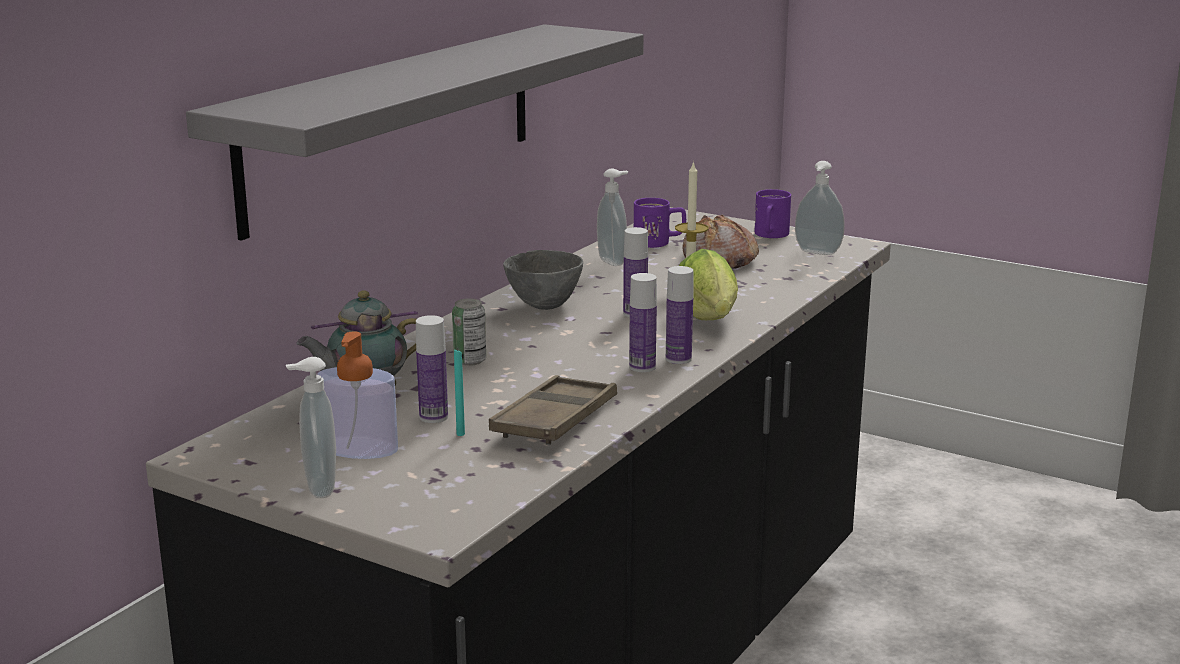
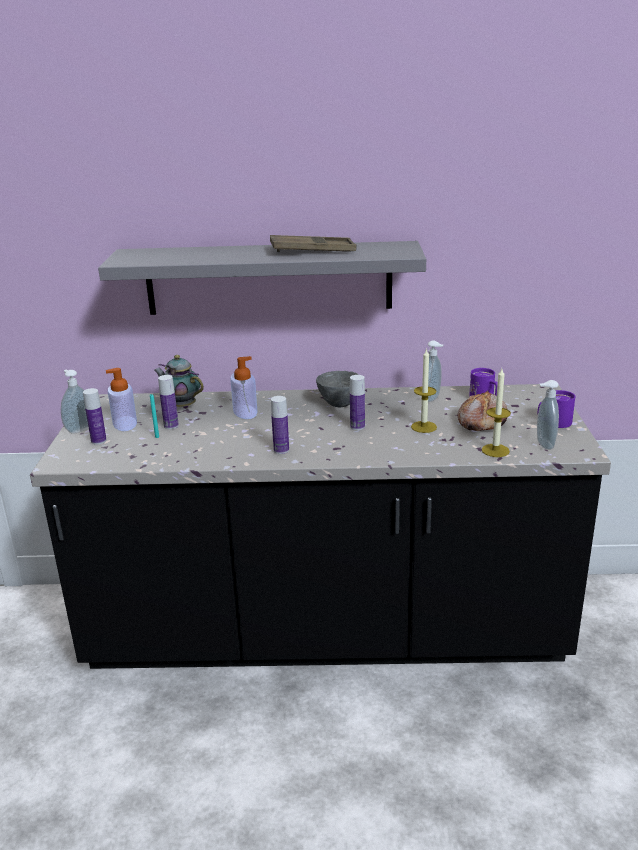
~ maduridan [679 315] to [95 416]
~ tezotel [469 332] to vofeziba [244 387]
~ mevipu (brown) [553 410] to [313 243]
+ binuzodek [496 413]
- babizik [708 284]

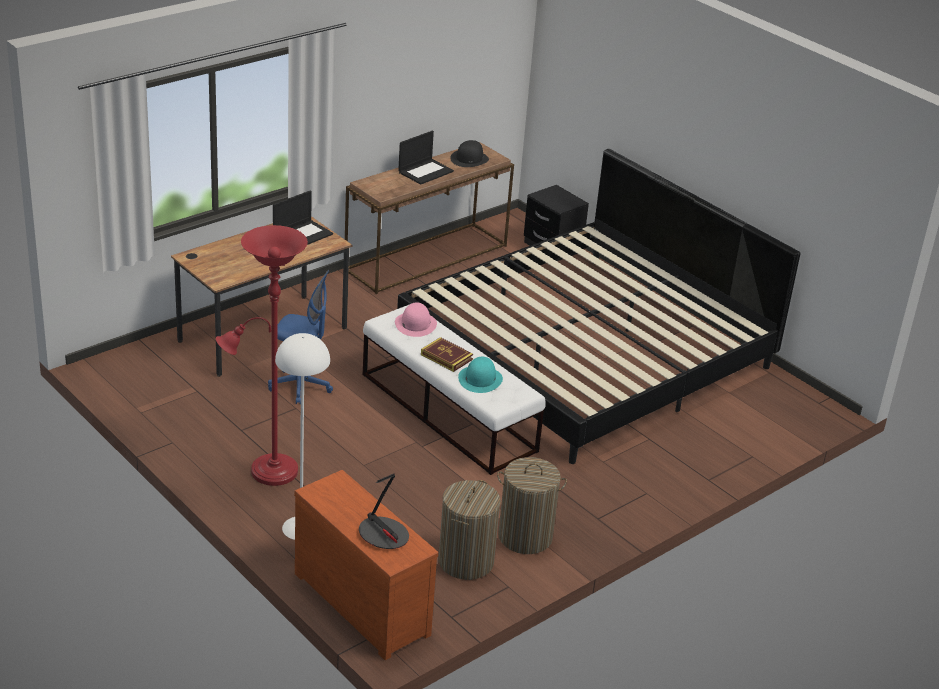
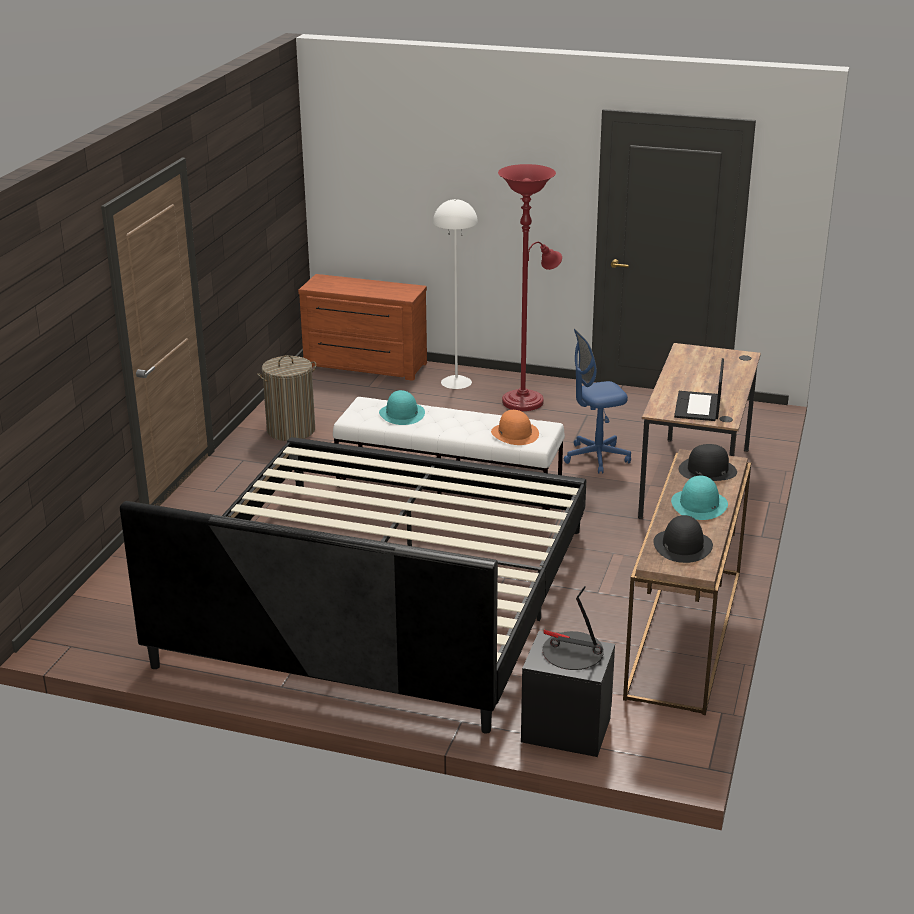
~ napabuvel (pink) [416 319] to napabuvel (orange) [515 427]
~ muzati [384 511] to [573 628]
~ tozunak [426 157] to napabuvel (turquoise) [699 497]
+ napabuvel (black) [708 462]
- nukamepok [447 354]
- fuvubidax [470 530]

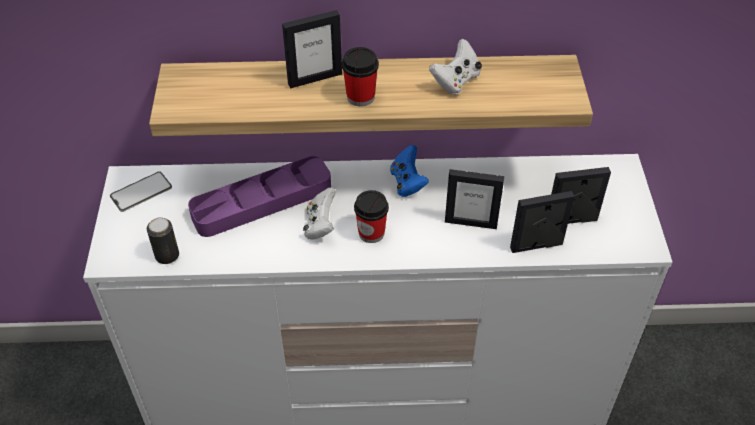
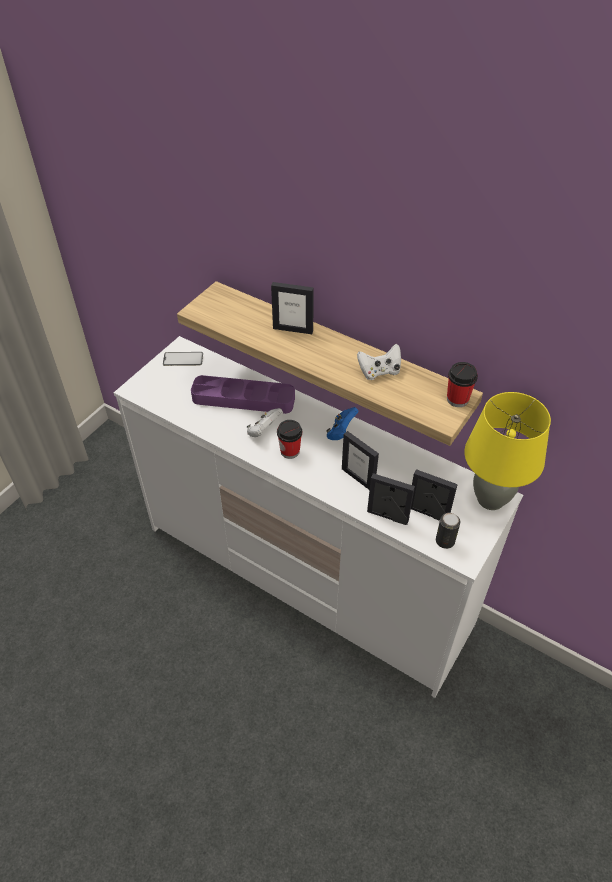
~ tezotel [163 240] to [448 531]
~ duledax [360 77] to [462 384]
+ muzati (yellow) [507 451]

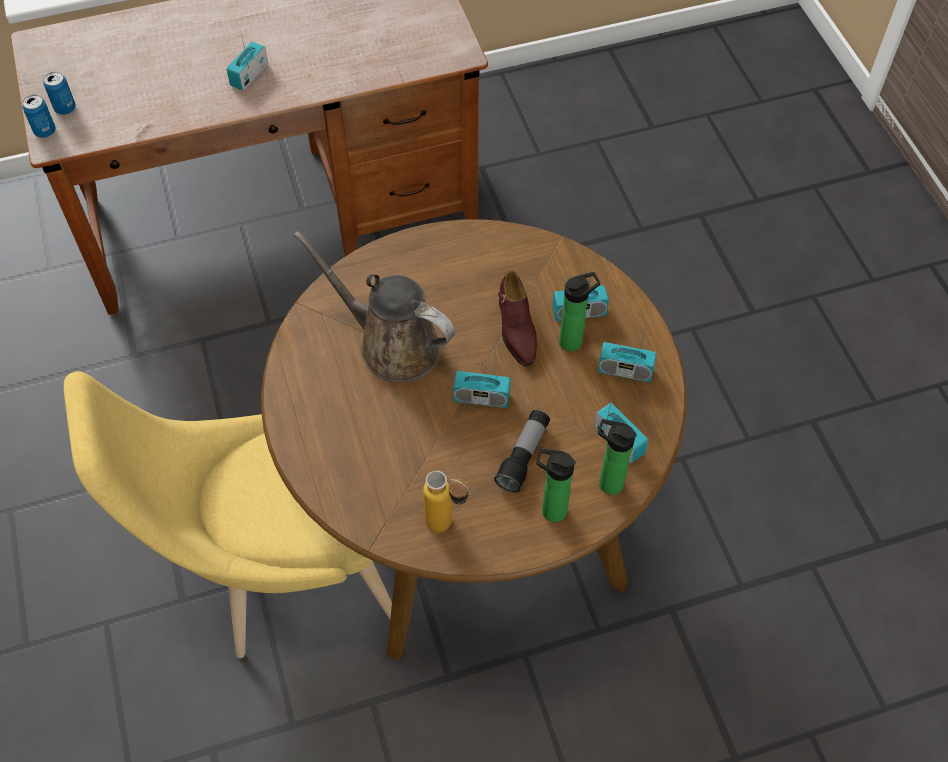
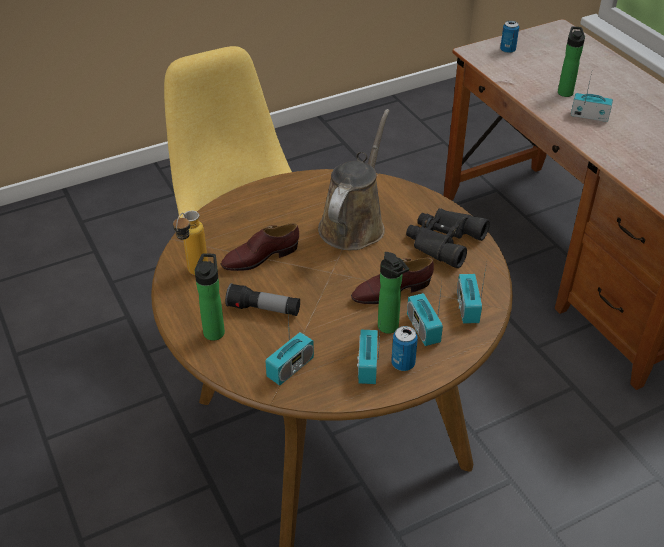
+ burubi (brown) [260 247]
~ tezotel [39 116] to [404 348]
+ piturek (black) [448 238]
~ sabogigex [482 383] to [472 293]
~ maduridan [617 457] to [571 62]

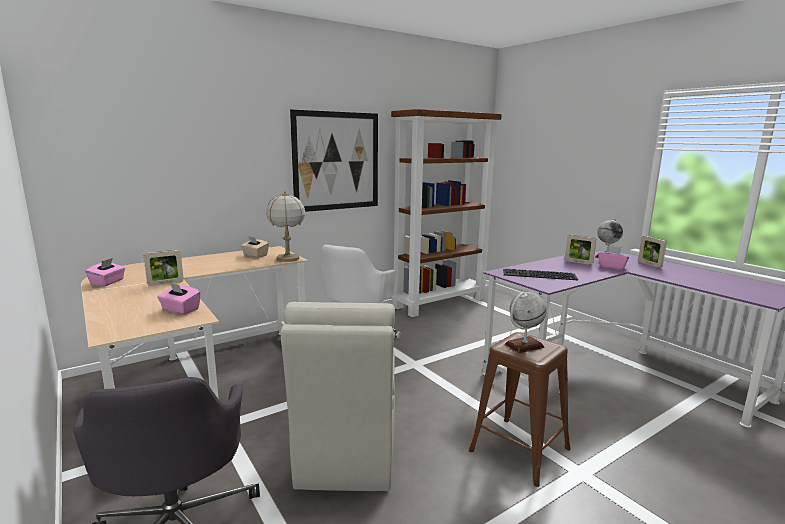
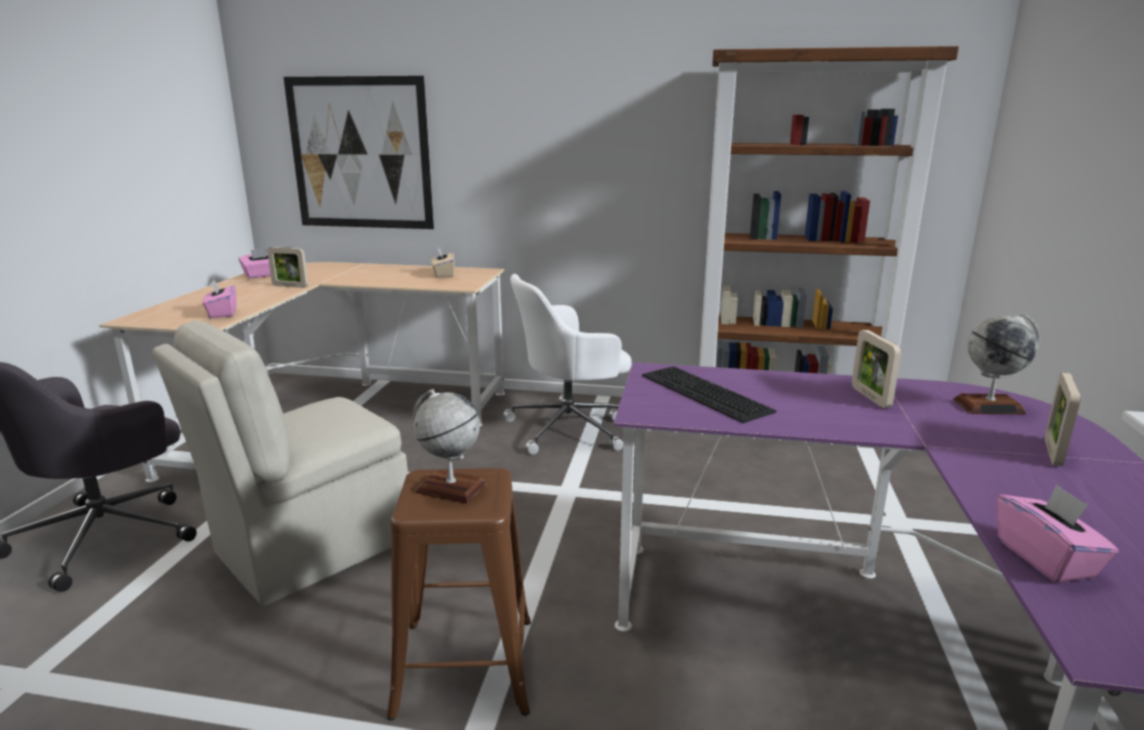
~ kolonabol [334 161] to [359 152]
~ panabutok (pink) [613 258] to [1057 534]
- muzati [285 226]

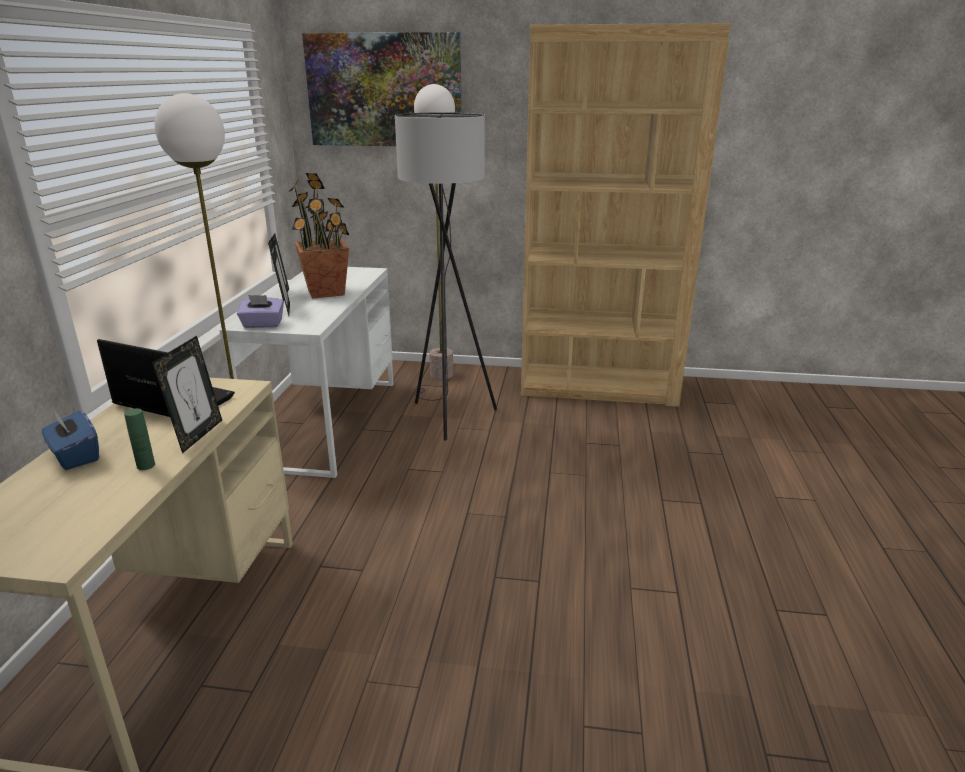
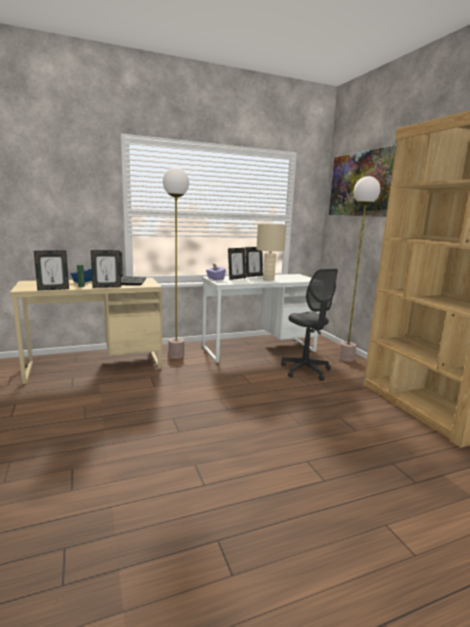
+ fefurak [51 270]
~ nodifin [319 236] to muzati (beige) [271 252]
~ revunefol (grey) [446 276] to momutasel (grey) [309 325]

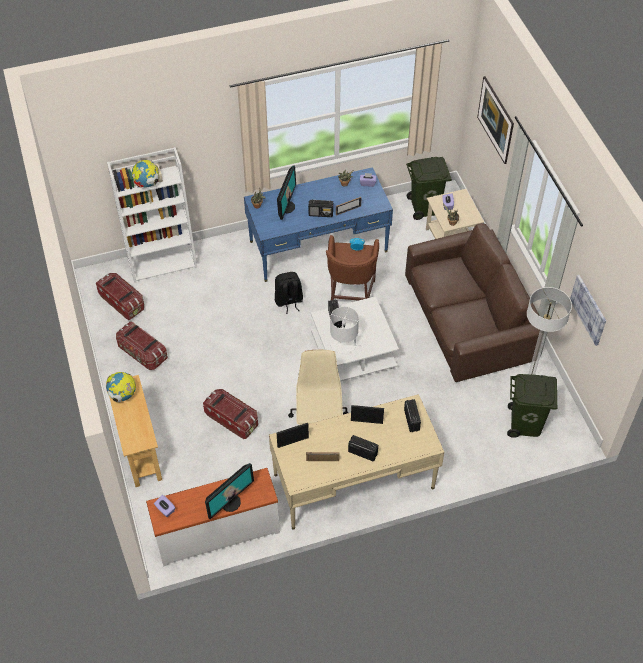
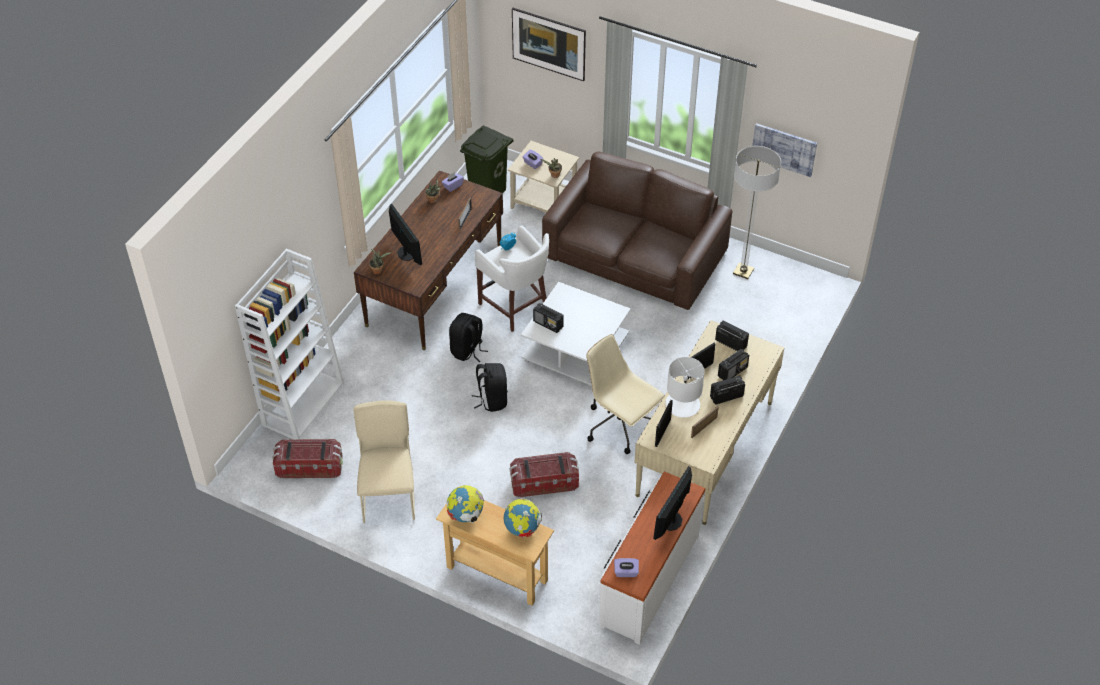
~ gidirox [142 345] to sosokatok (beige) [384 461]
~ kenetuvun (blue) [318 224] to kenetuvun (brown) [428 260]
+ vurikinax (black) [490 387]
~ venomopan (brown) [352 268] to venomopan (white) [512 278]
~ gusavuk [145 173] to [523 518]
~ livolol [229 491] = [672 503] 150 degrees counterclockwise
~ muzati (white) [345 329] to [685 387]
~ sabogigex [320 208] to [733 364]
- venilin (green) [532 406]

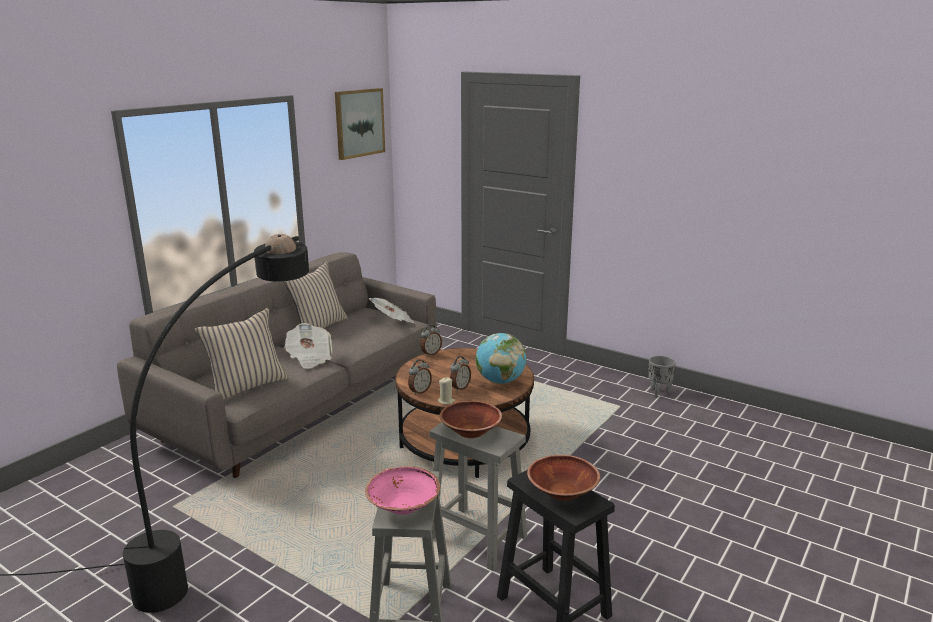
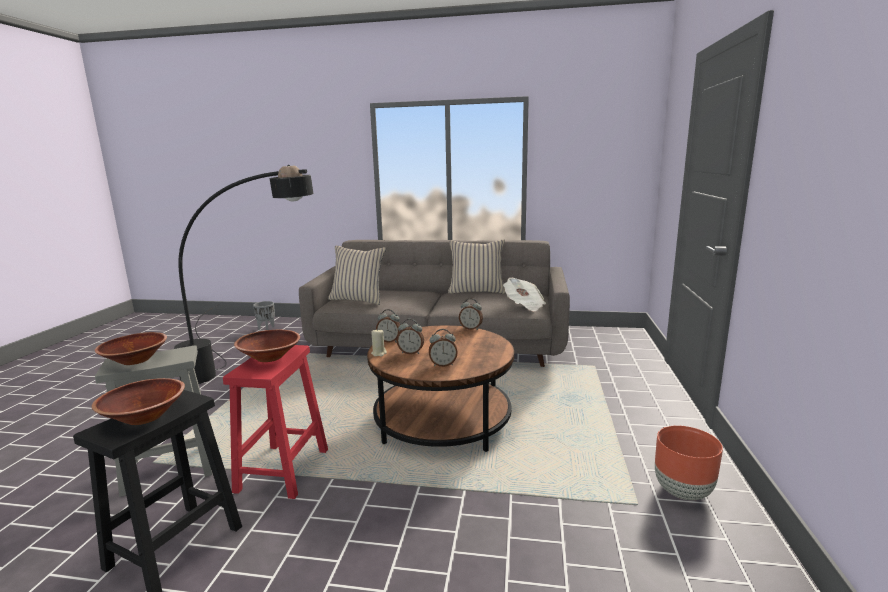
~ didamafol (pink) [402 490] to didamafol (brown) [131 348]
~ venomopan (grey) [478 496] to venomopan (red) [275 422]
~ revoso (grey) [662 376] to [264 315]
~ gusavuk [501 358] to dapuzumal [443 348]
+ revoso (brown) [689 463]
- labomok [308 346]
- kolonabol [360 124]

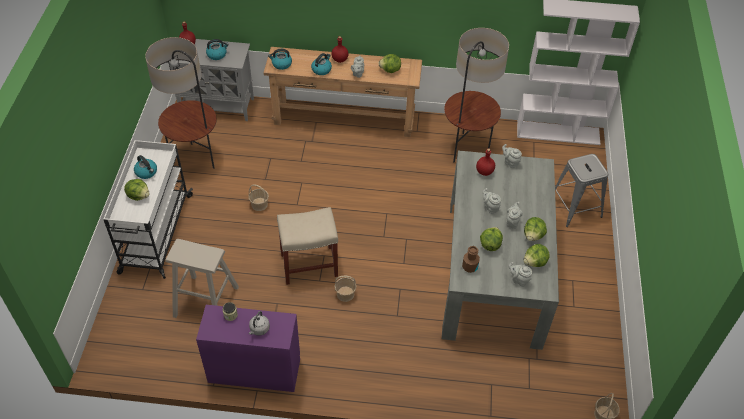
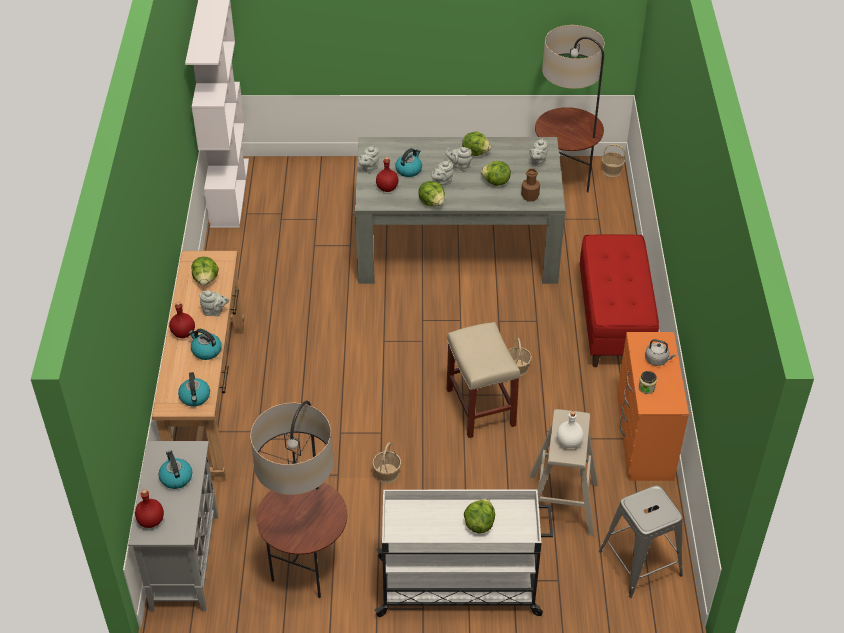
~ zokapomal [145 167] to [408 162]
~ babizik [537 255] to [431 194]
~ revunefol [476 95] to [570 108]
+ maduridan (white) [570 429]
+ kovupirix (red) [619 300]
~ venomopan (grey) [581 190] to [641 541]
~ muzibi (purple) [248 348] to muzibi (orange) [653 406]

